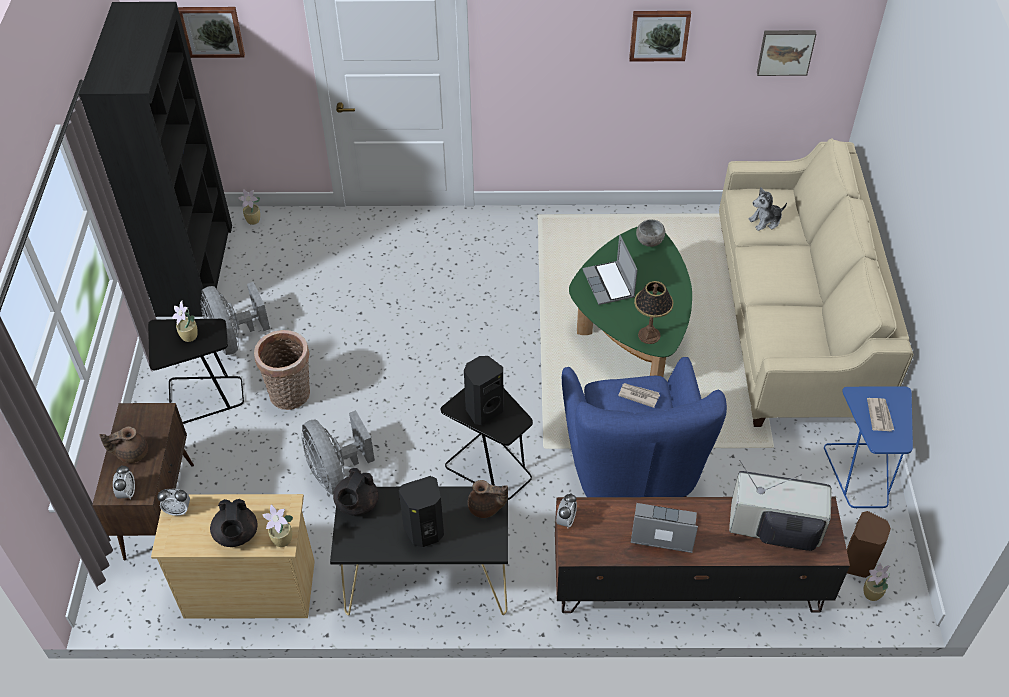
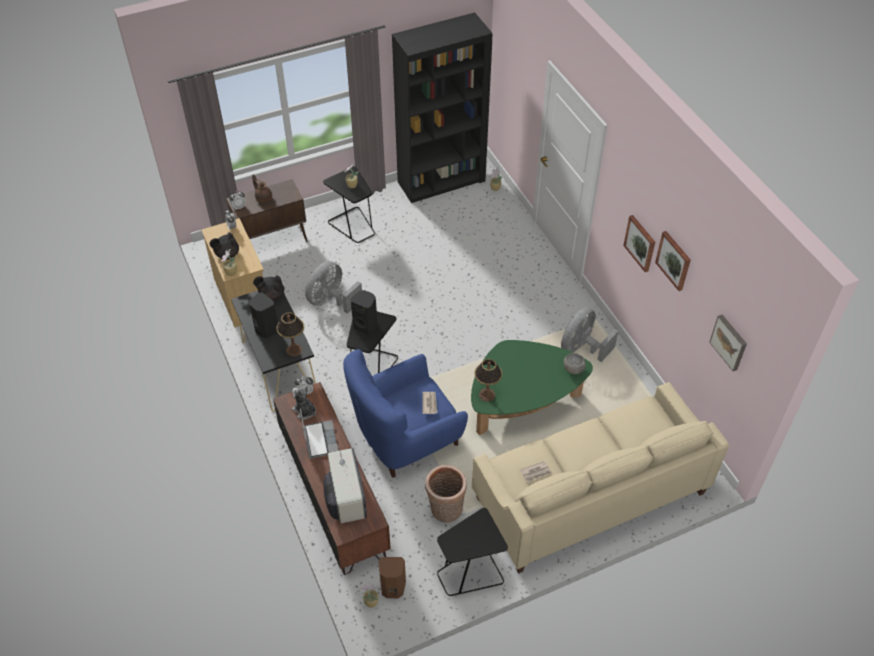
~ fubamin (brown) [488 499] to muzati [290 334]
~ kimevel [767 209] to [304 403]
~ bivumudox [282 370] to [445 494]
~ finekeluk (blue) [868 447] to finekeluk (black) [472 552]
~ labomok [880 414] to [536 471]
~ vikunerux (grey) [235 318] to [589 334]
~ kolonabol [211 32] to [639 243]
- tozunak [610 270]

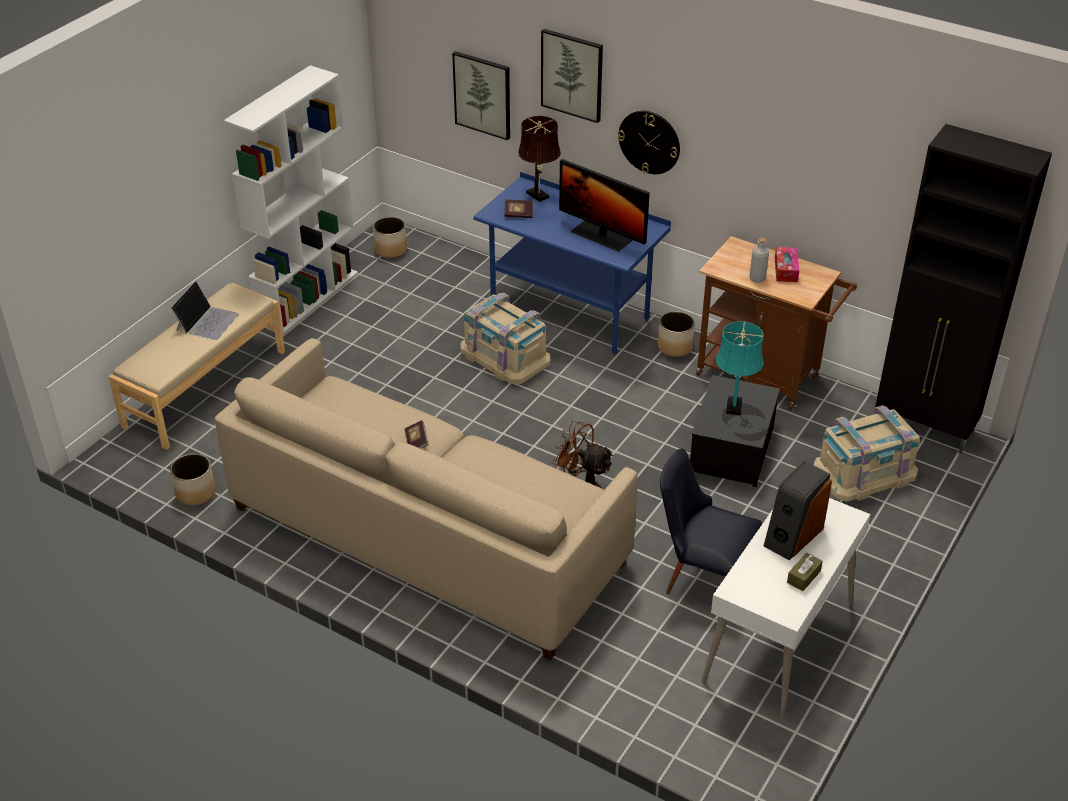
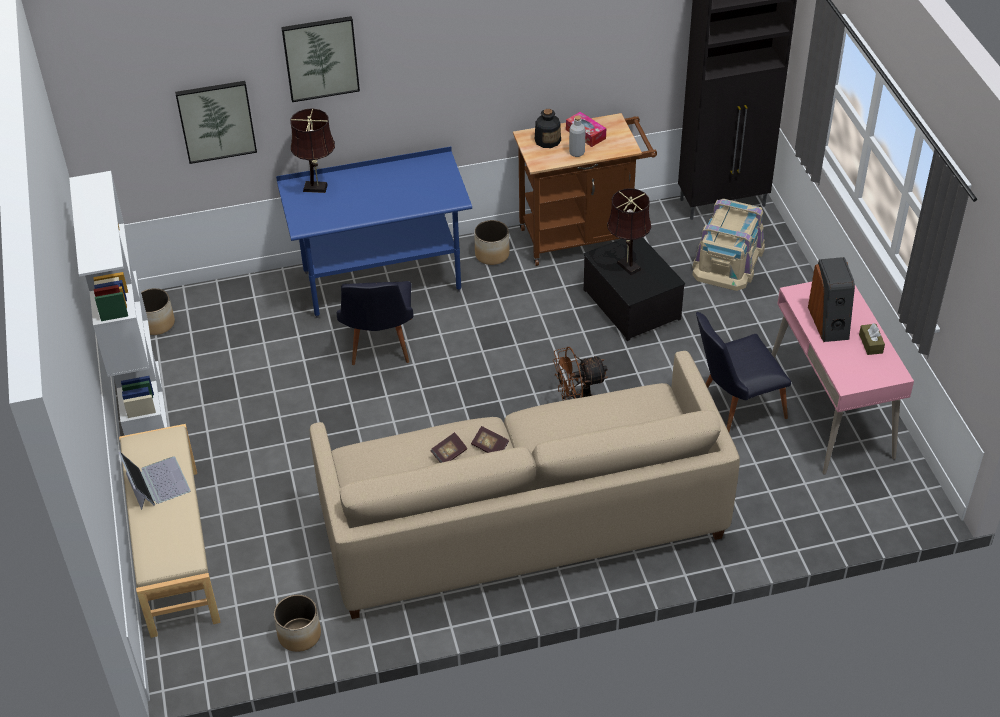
~ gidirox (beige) [505 338] to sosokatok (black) [375 323]
~ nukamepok [518 208] to [448 447]
+ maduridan [548 128]
~ muzati (turquoise) [740 368] to muzati (brown) [629 231]
~ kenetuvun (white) [786 609] to kenetuvun (pink) [843 378]
- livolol [604 205]
- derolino [649 142]

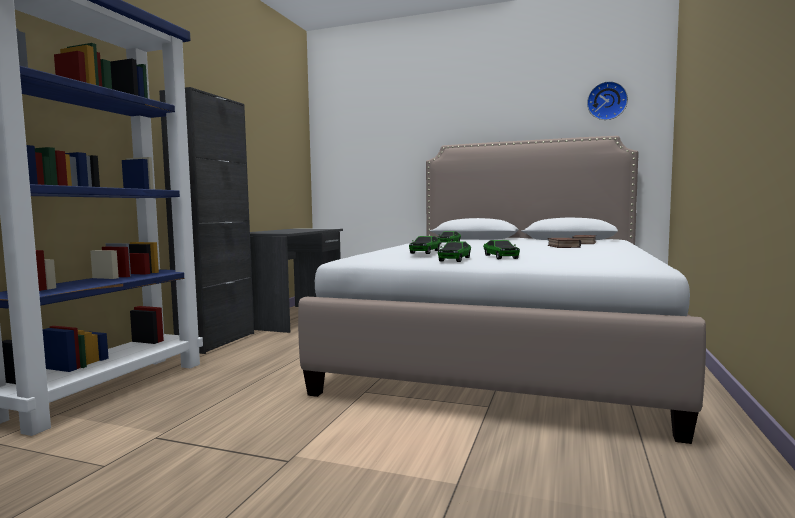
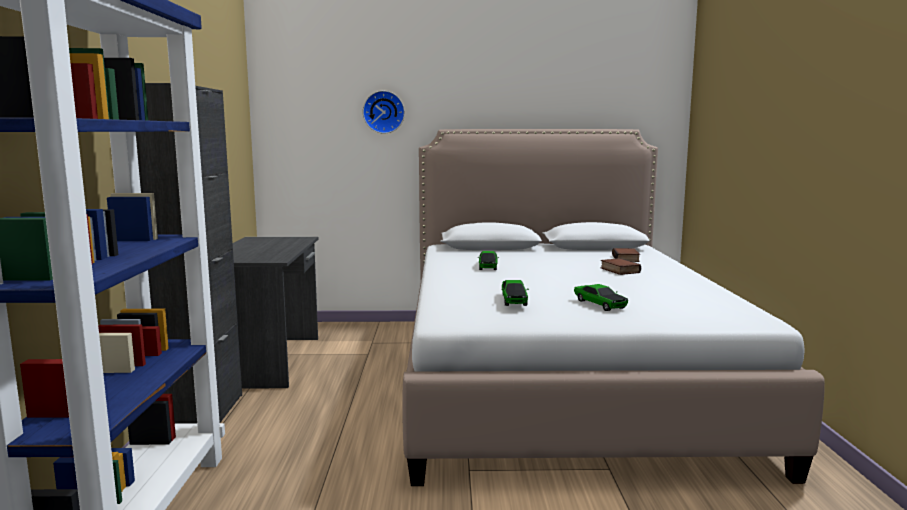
~ derolino [607 100] to [384 112]
- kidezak [454 251]

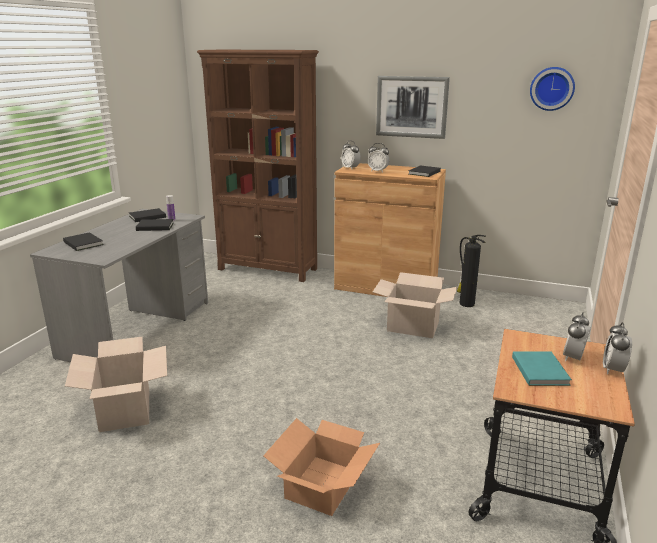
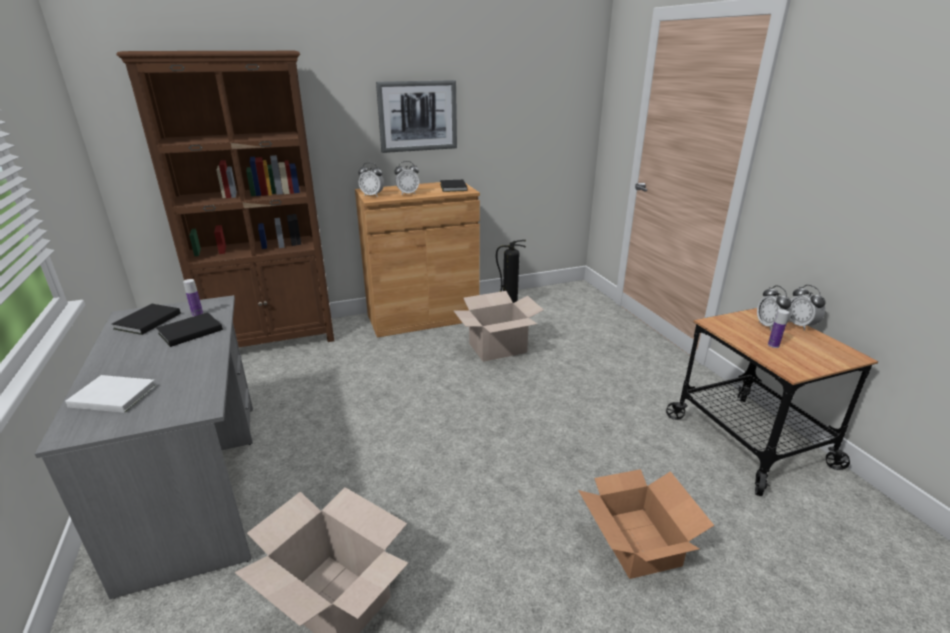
~ nukamepok (black) [83 241] to nukamepok (white) [110 394]
~ nukamepok (turquoise) [542 369] to maduridan [778 328]
- derolino [552 89]

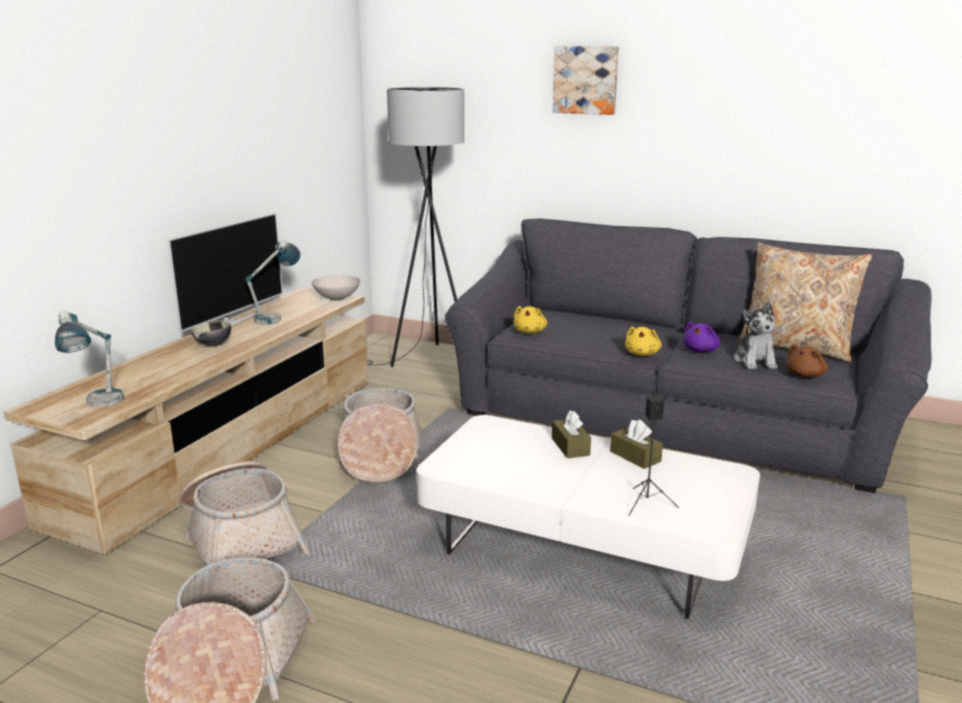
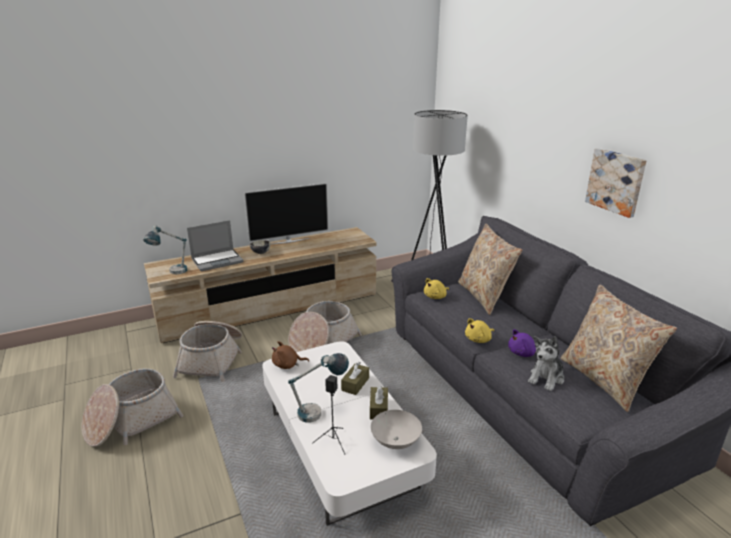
+ tozunak [215 245]
~ kimevel (brown) [807 361] to [290 355]
~ muzati [272 282] to [318 388]
~ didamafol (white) [336 288] to [396 429]
+ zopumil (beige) [490 269]
~ kolonabol [586 80] to [616 183]

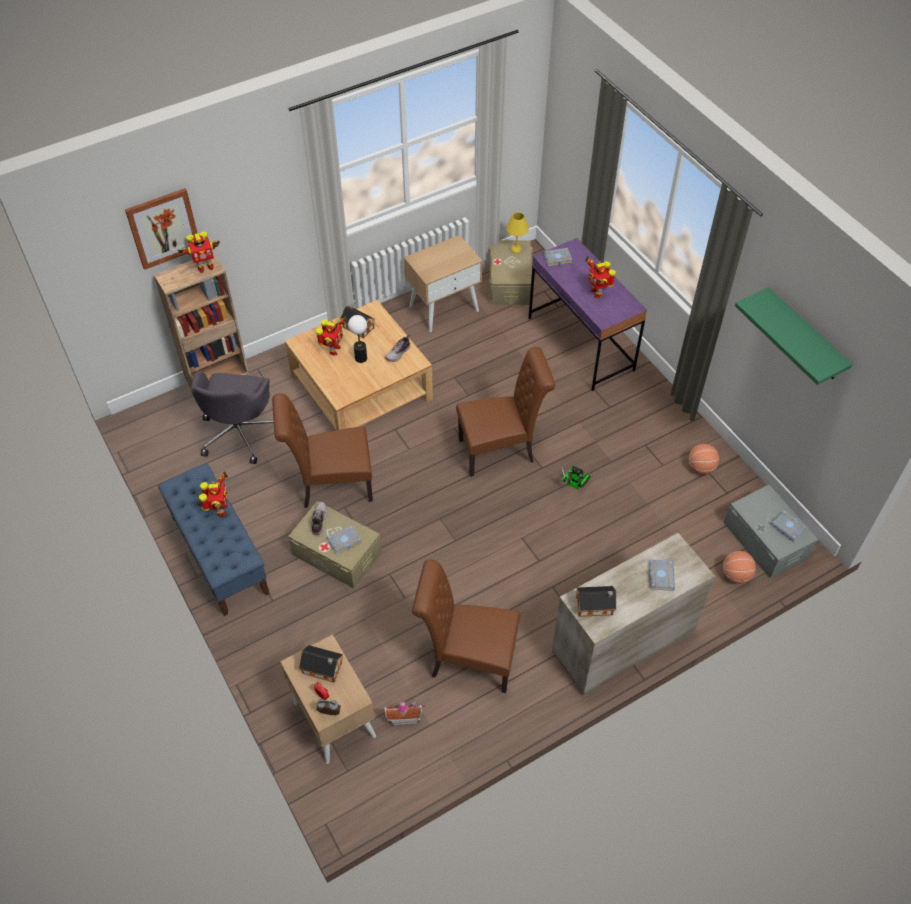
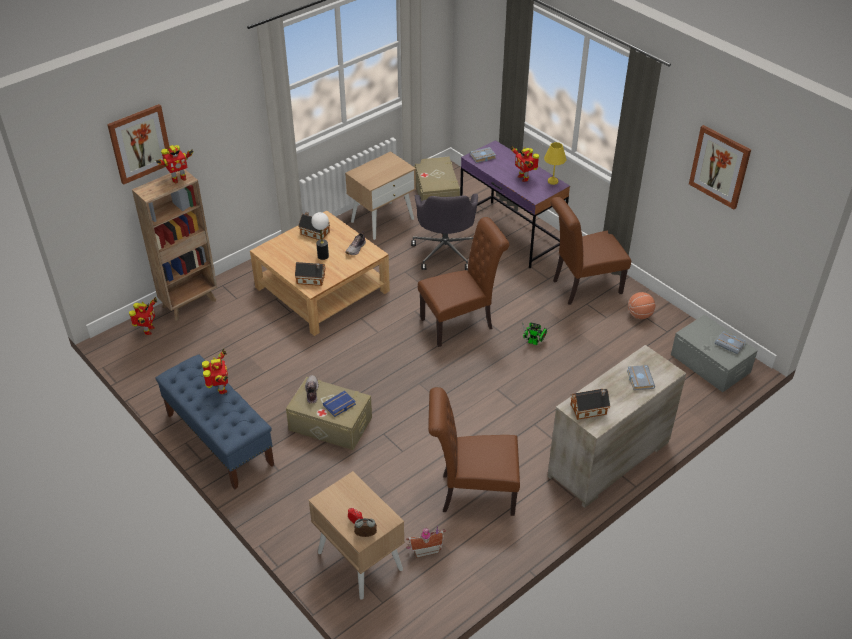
~ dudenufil [331 336] to [143 316]
~ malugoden [321 664] to [310 274]
~ nukamepok (grey) [344 539] to nukamepok (blue) [339 404]
~ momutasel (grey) [232 417] to [444 232]
~ muzati (yellow) [517 232] to [555 163]
~ sosokatok (brown) [322 450] to [590 251]
~ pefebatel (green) [793 336] to kolonabol [720 167]
- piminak [739 567]

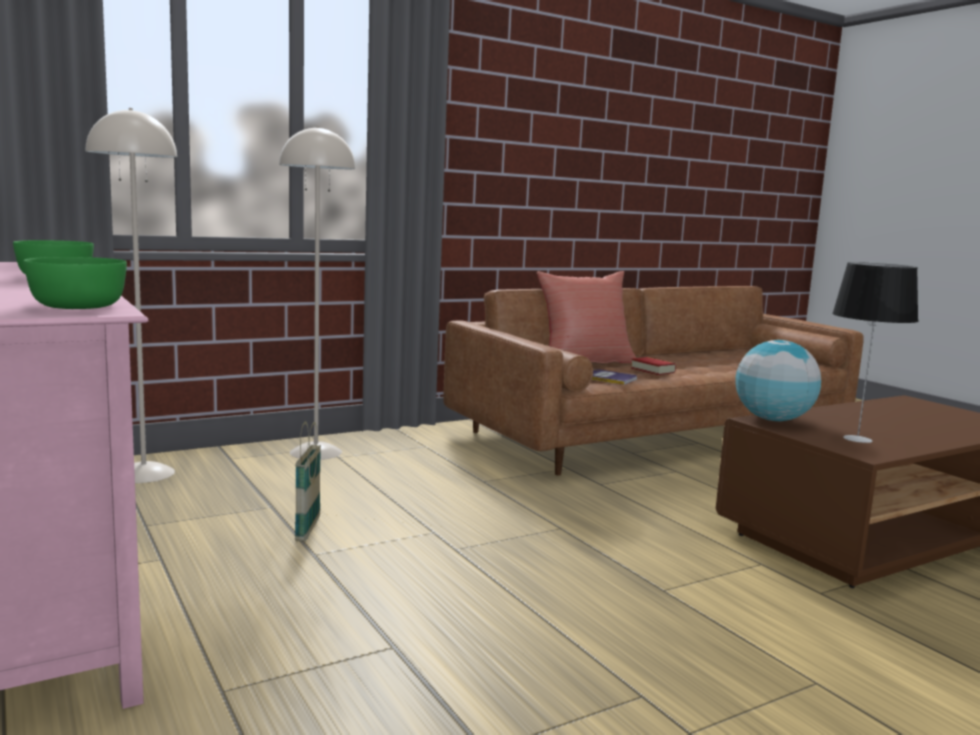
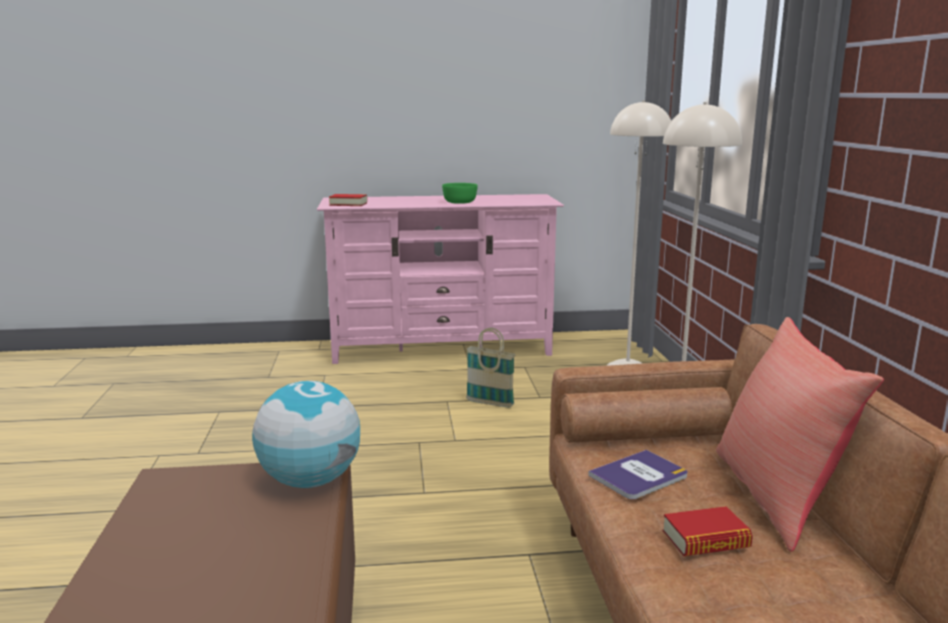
~ didamafol (green) [75 283] to nukamepok [348 200]
- muzati [875 352]

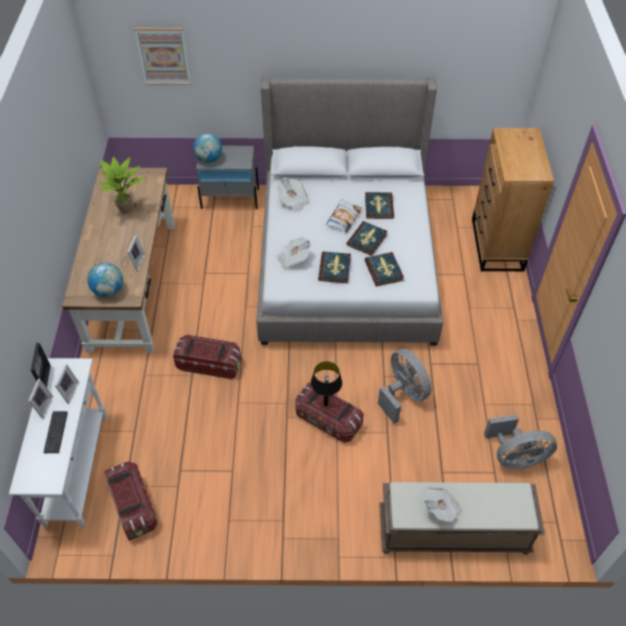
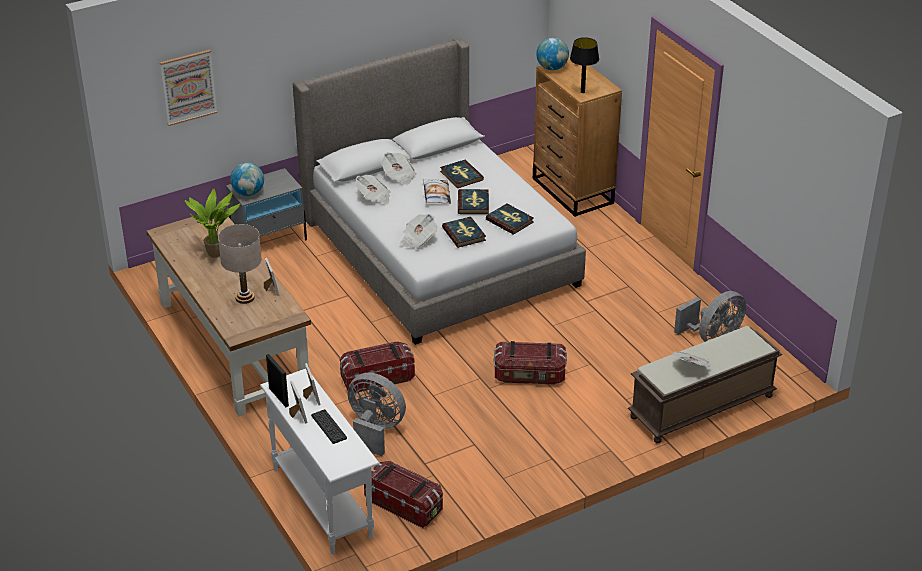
+ muzati (beige) [240 264]
~ vikunerux (grey) [405 386] to [377 414]
+ labomok [399 168]
~ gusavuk [105 280] to [552 54]
~ muzati (black) [326 383] to [584 65]

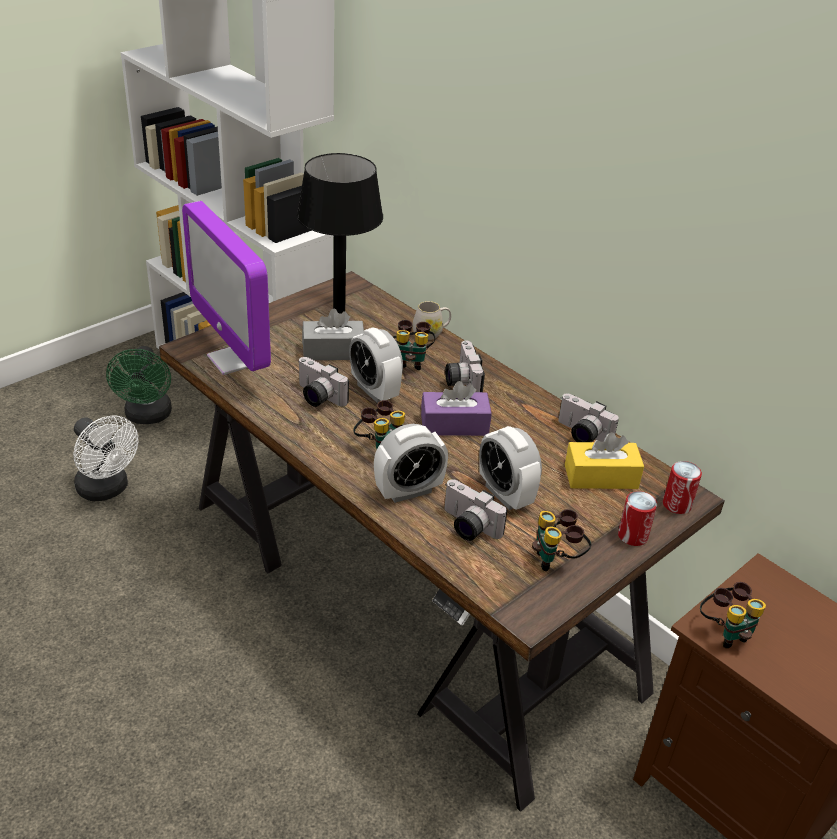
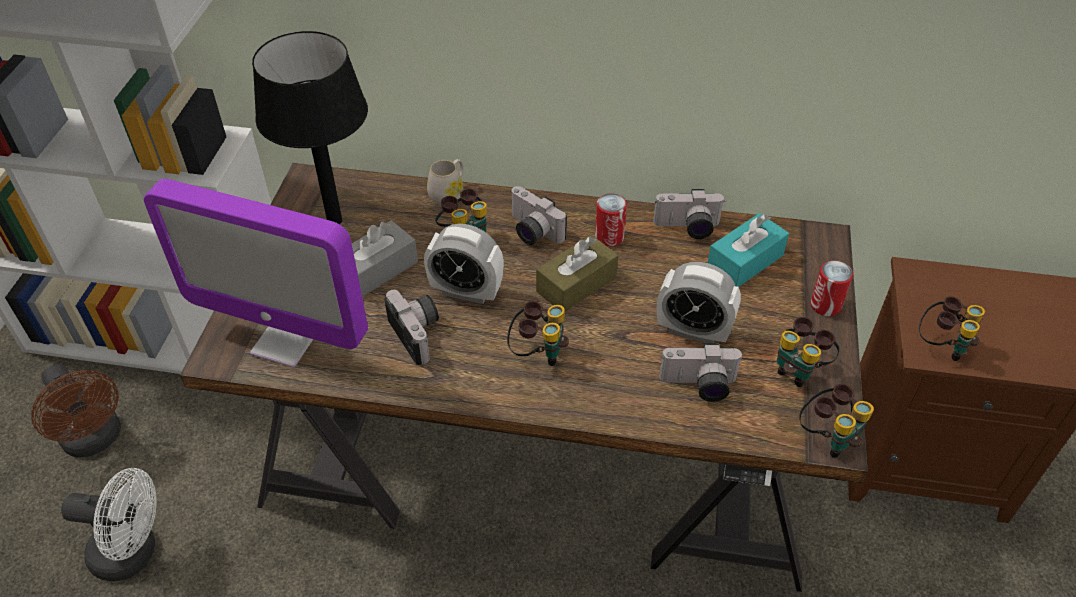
~ vikunerux (green) [139 385] to vikunerux (brown) [76 411]
~ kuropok [323 382] = [411 327] 120 degrees counterclockwise
~ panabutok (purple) [456 408] to panabutok (brown) [577 273]
~ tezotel [682 487] to [611 220]
~ panabutok (yellow) [604 460] to panabutok (turquoise) [748 250]
+ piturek [836 421]
- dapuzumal [411 463]

